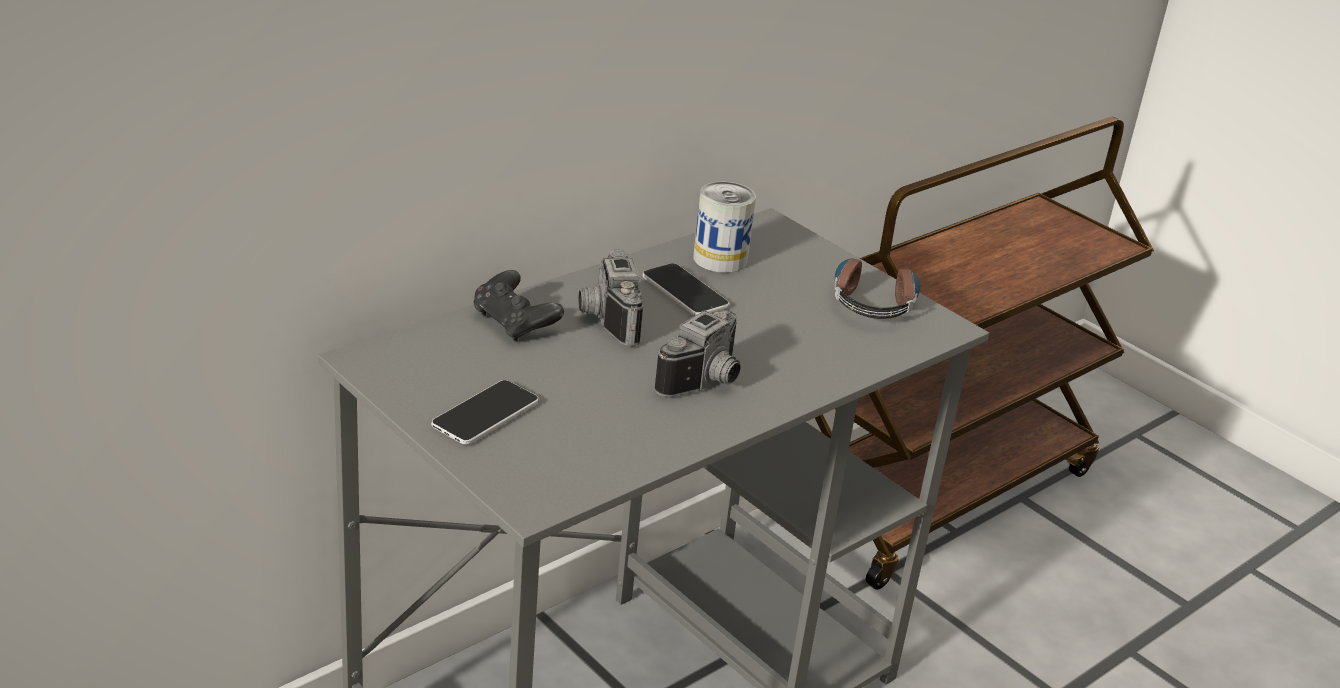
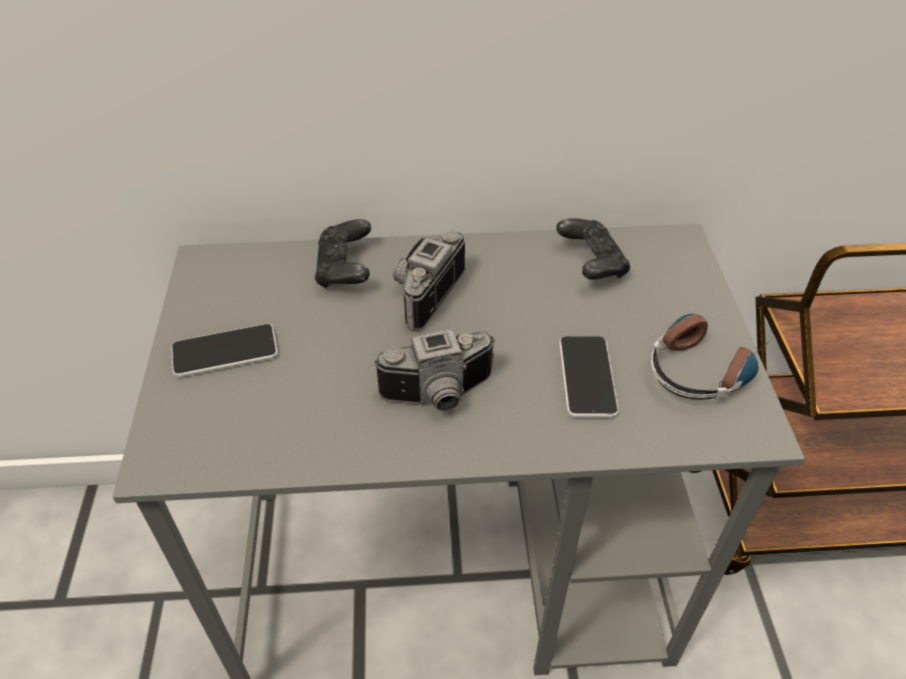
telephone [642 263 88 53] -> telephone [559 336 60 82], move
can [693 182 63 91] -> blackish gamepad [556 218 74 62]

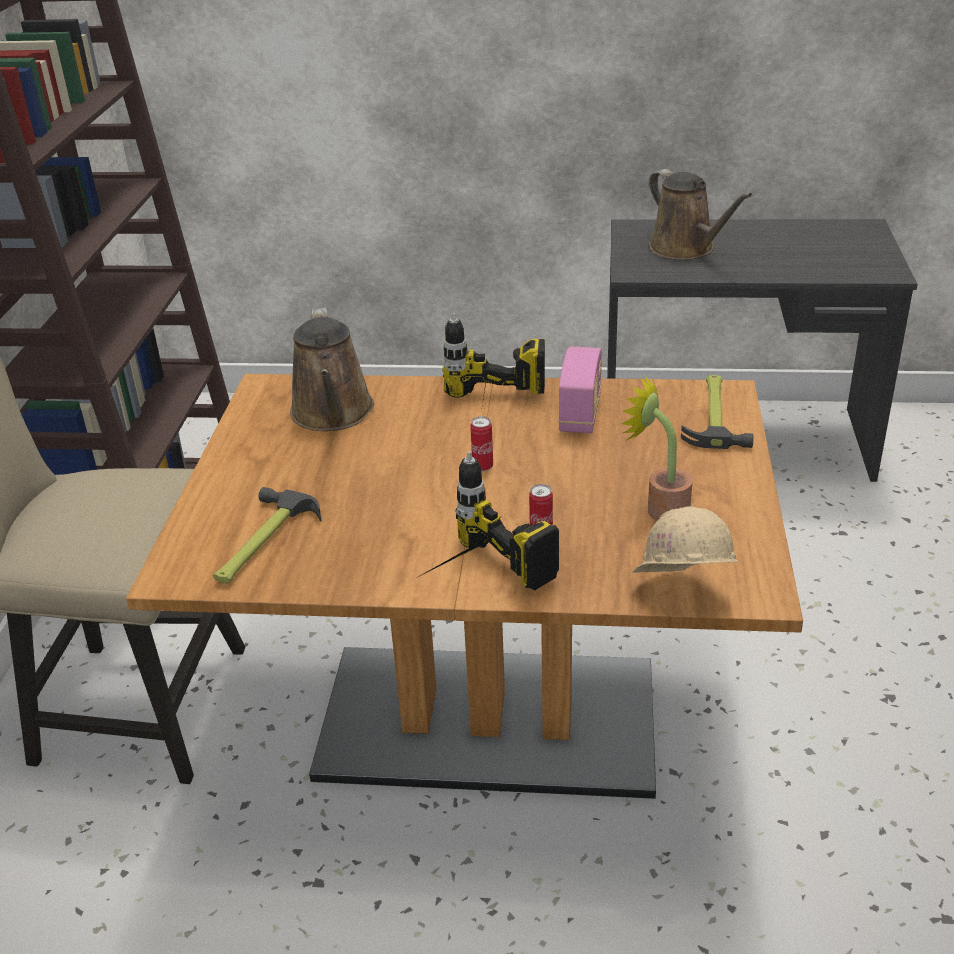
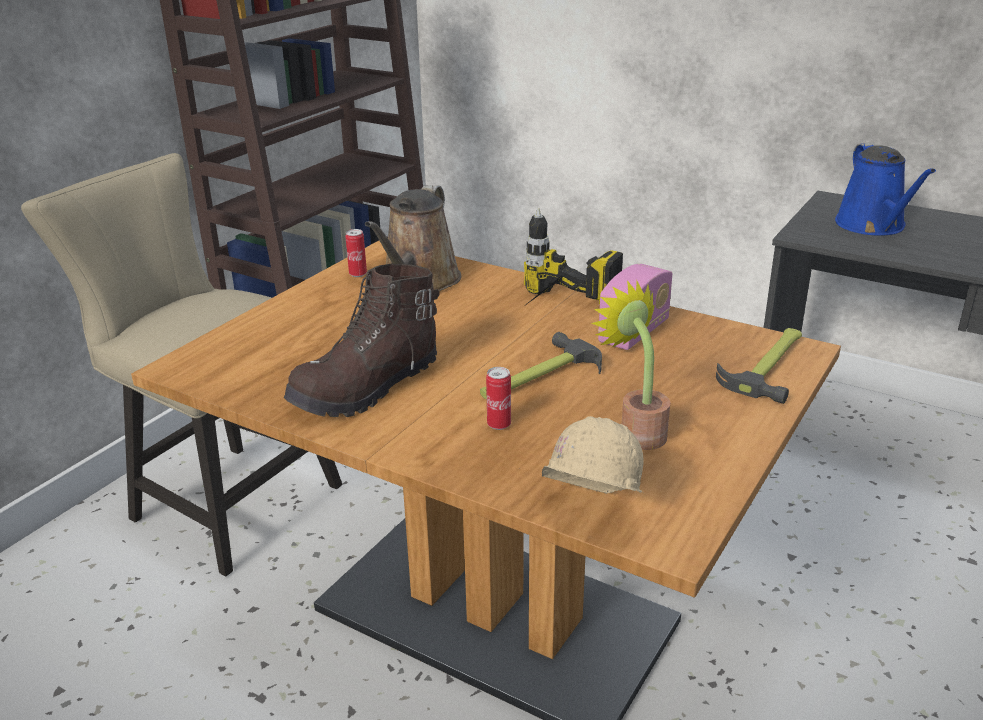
hand hammer [213 487 108 96] -> hand hammer [480 332 122 68], move
electric drill [418 451 141 139] -> none
can [470 416 23 55] -> can [345 229 22 48], move
brown-coloured watering pot [649 169 103 91] -> bluish watering pot [835 143 101 92]
none -> brown-coloured high-top boot [284 263 155 154]

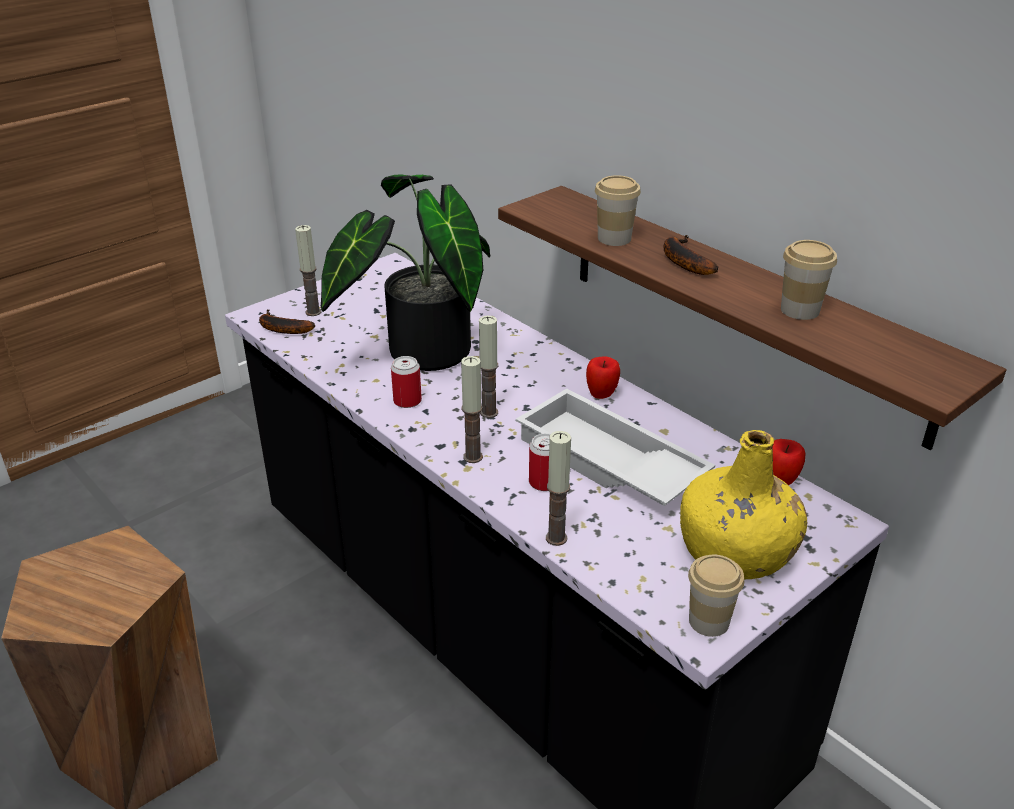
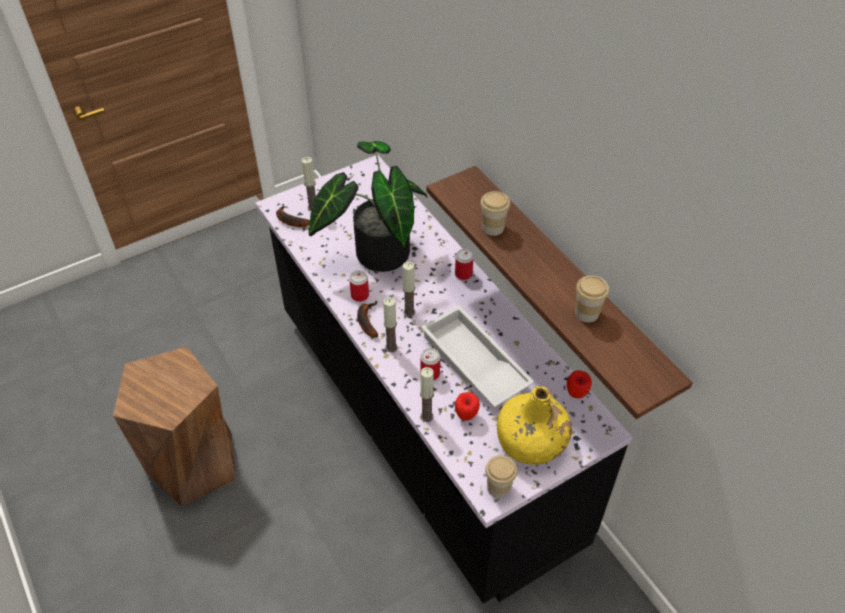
apple [586 356 34 43] -> apple [455 392 25 28], move
banana [664 235 54 40] -> banana [357 301 21 36], move
none -> can [455 249 19 31]

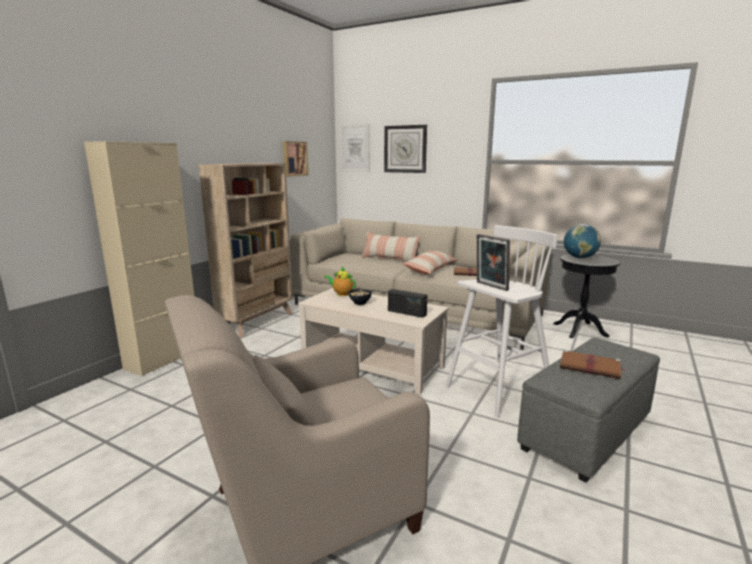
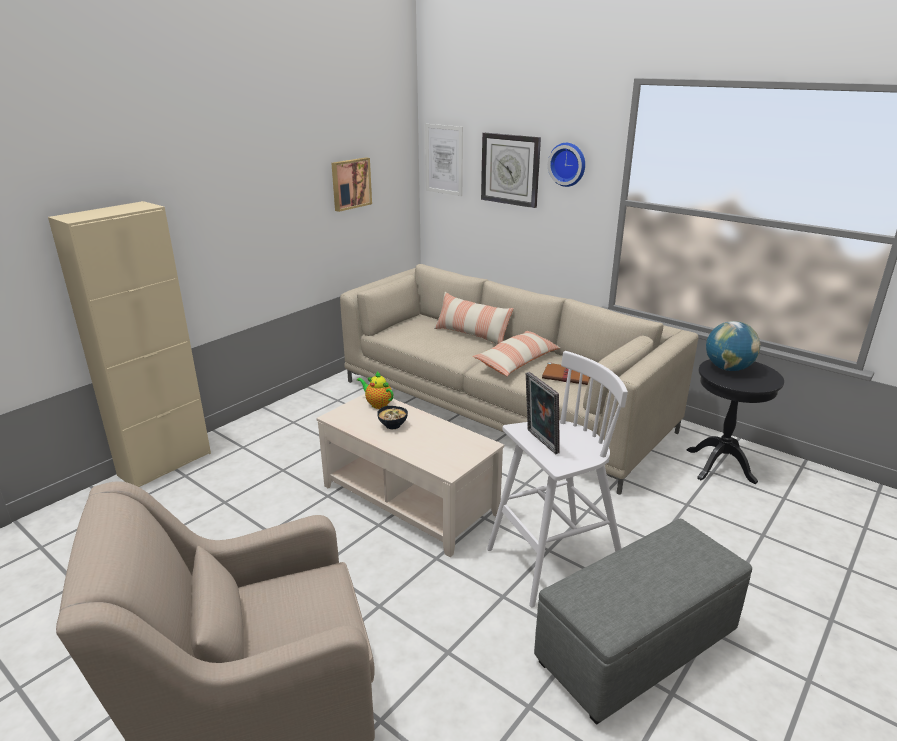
beige-coloured shelving unit [199 163 94 175] -> none
radio [388 289 39 29] -> none
brown-coloured book [560 350 64 29] -> none
none -> clock on the wall [548 143 37 44]

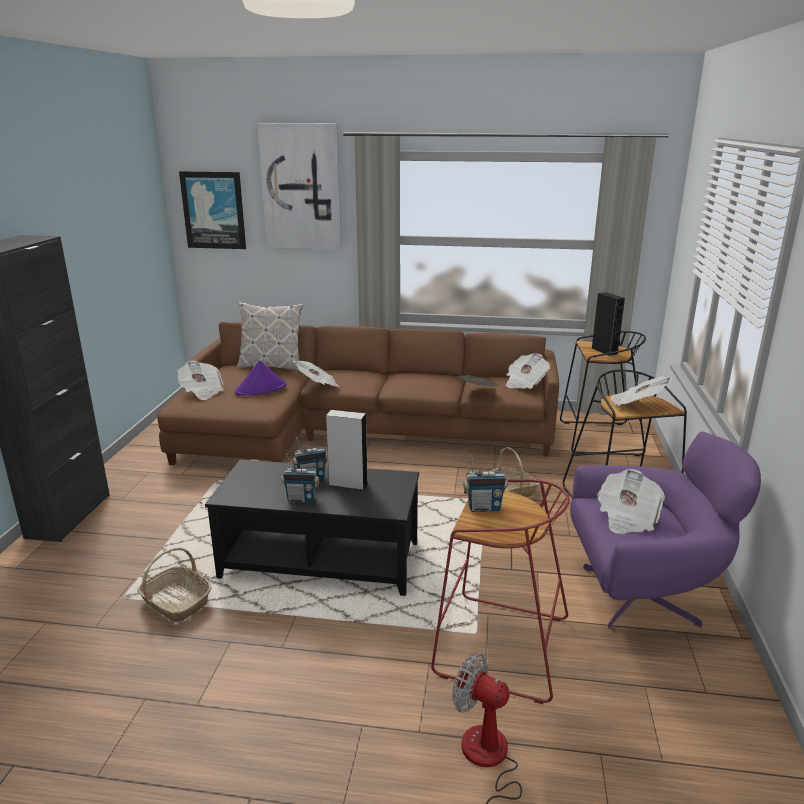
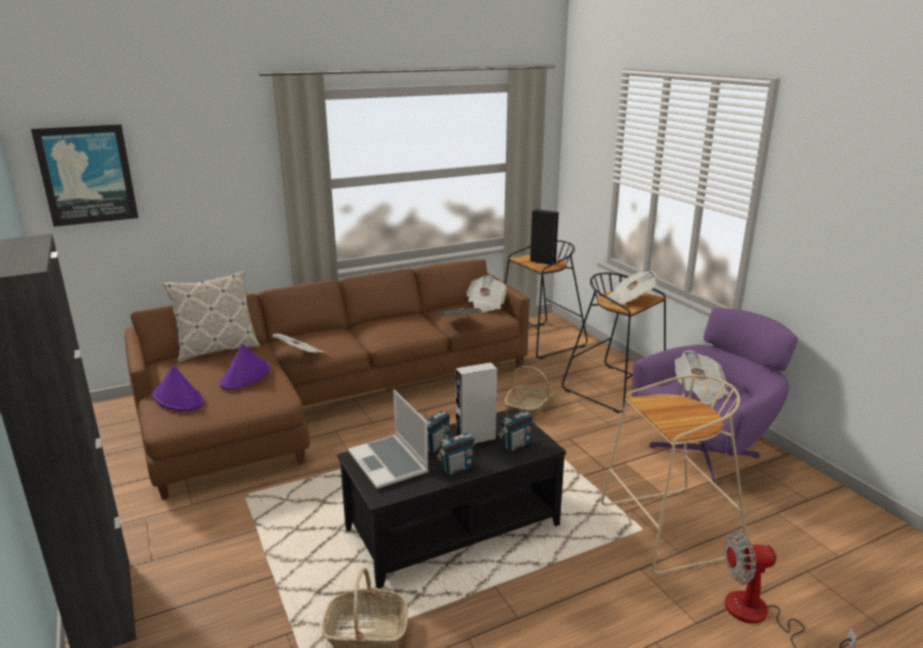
newspaper [178 361 46 39] -> purple-coloured wearable hat [152 365 52 46]
wall picture [257 123 85 127] -> none
red stool [431 479 138 225] -> beige-coloured stool [601 375 146 200]
radio [463 454 45 58] -> radio [498 404 35 48], move
none -> portable computer [348 390 81 99]

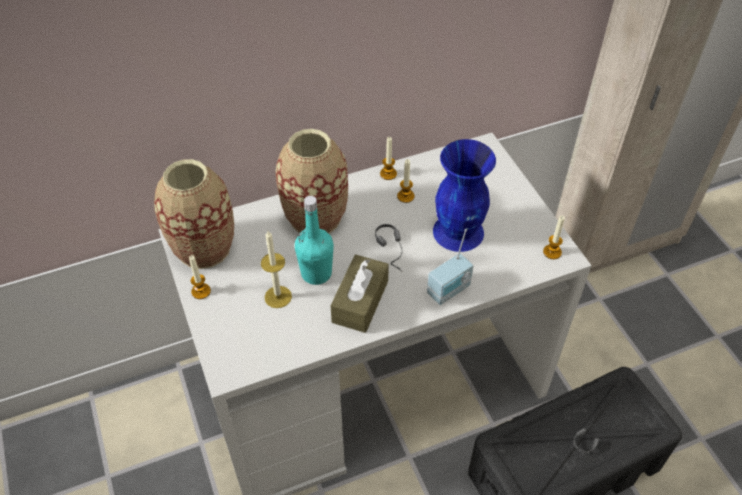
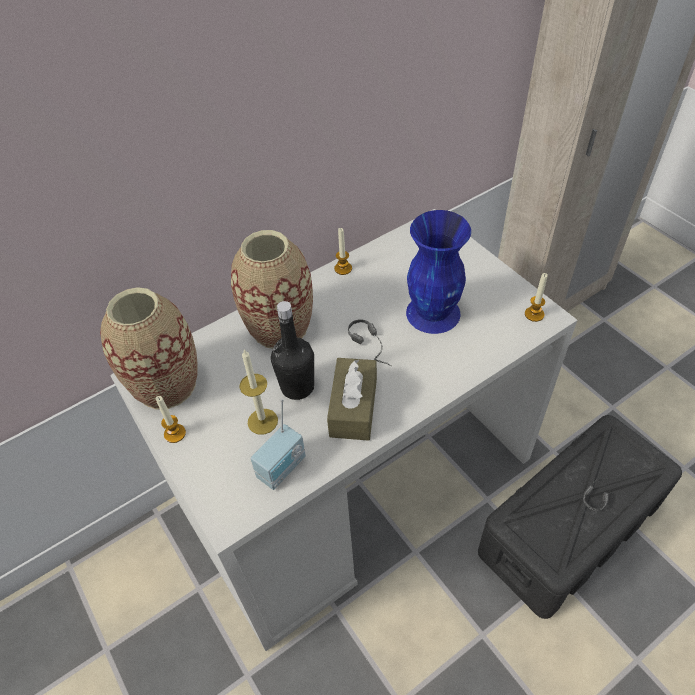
turquoise-coloured bottle [295 196 39 89] -> blackish bottle [271 301 43 99]
wax light [397 159 17 44] -> none
radio [427 229 46 76] -> radio [250 399 56 91], move

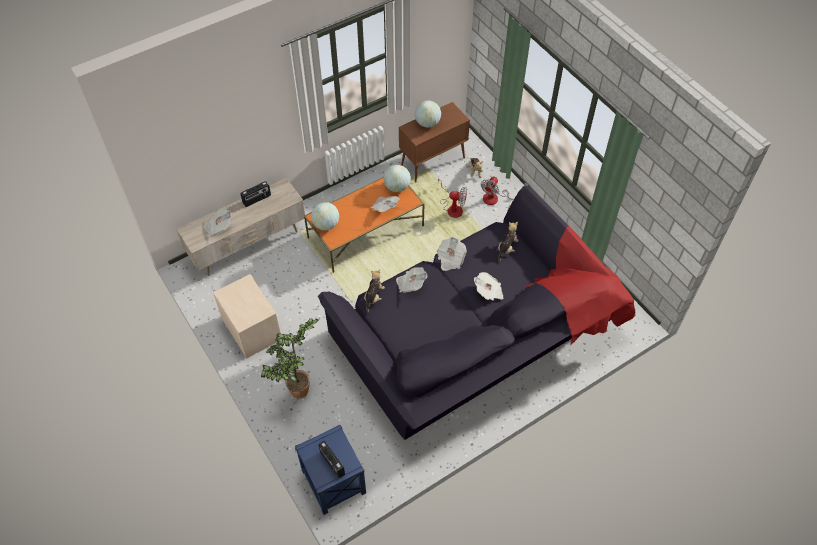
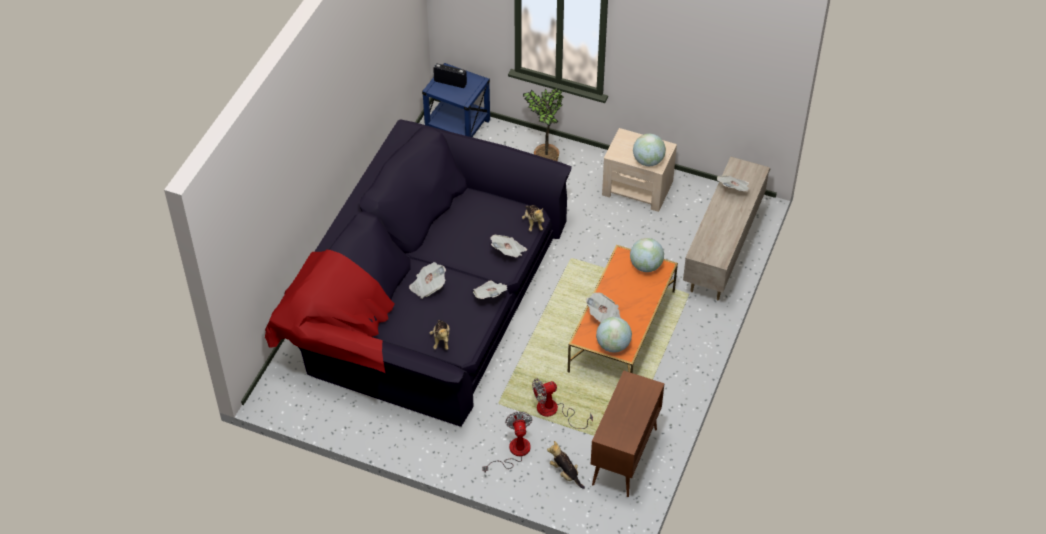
radio [240 181 31 26] -> none
desk globe [415 101 26 26] -> desk globe [633 134 33 32], move

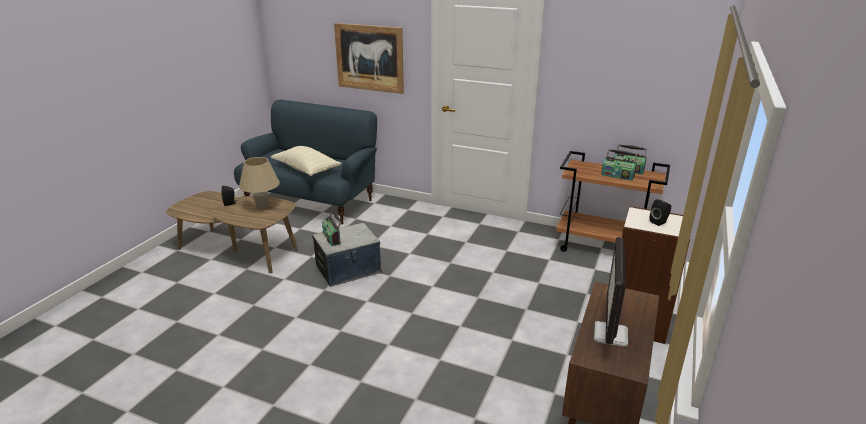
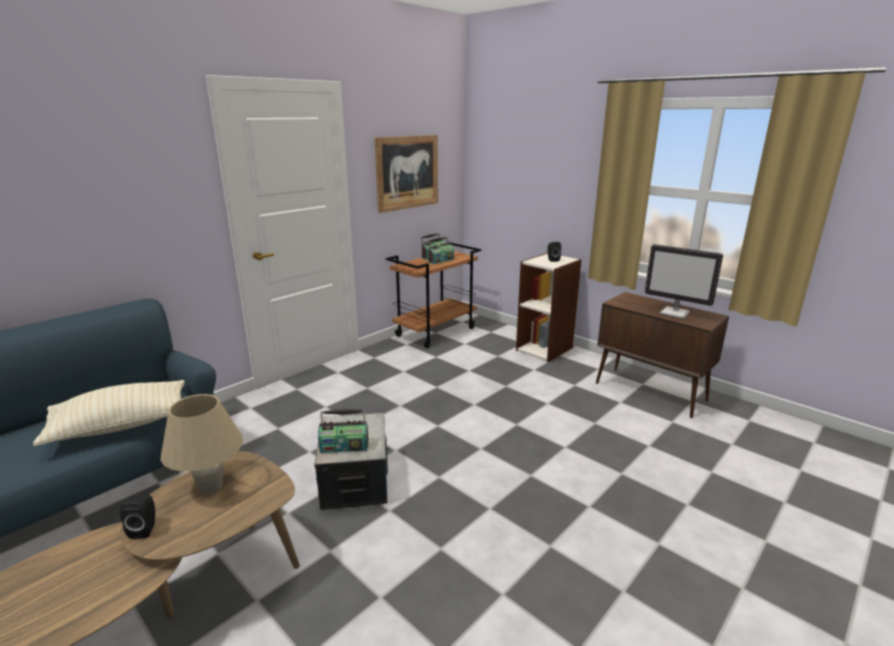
wall picture [334 23 70 71] -> wall picture [374 135 64 78], move

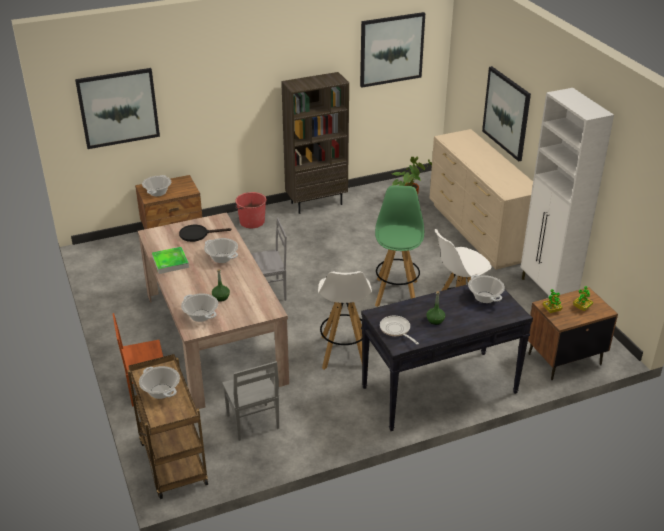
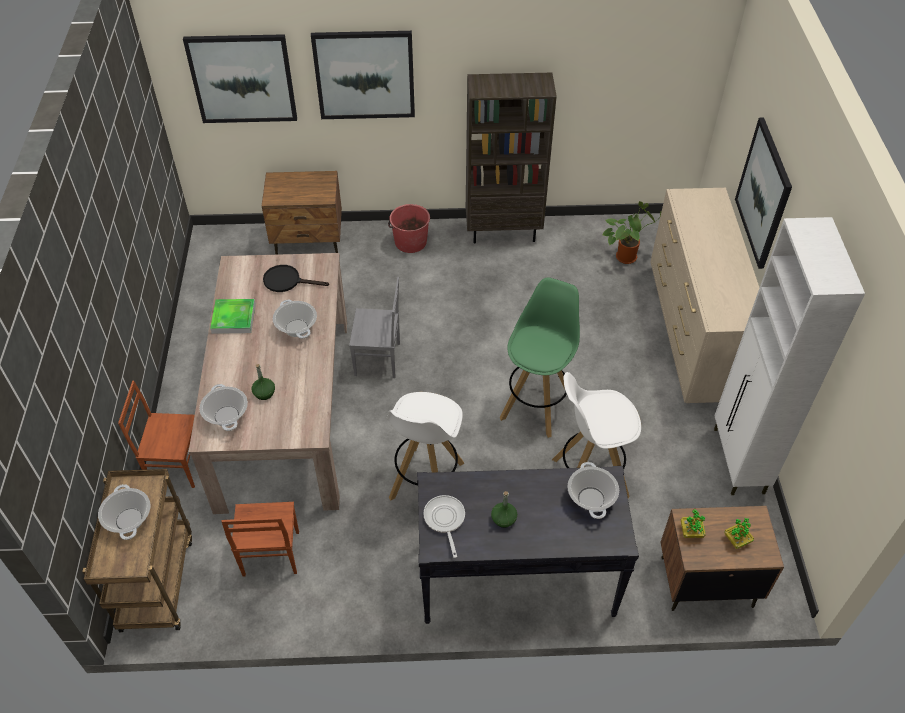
cooking pot [142 175 29 21] -> none
greyish upright chair [222 361 57 80] -> brown-coloured upright chair [221 502 78 75]
wall picture [360 12 65 76] -> wall picture [311 31 104 88], move

